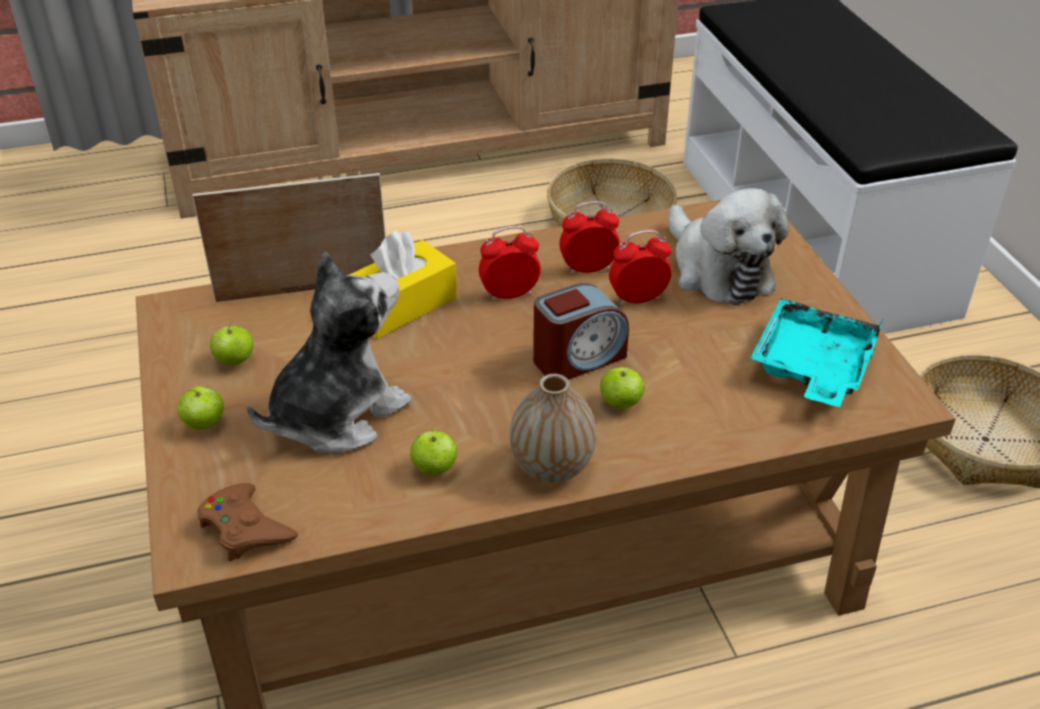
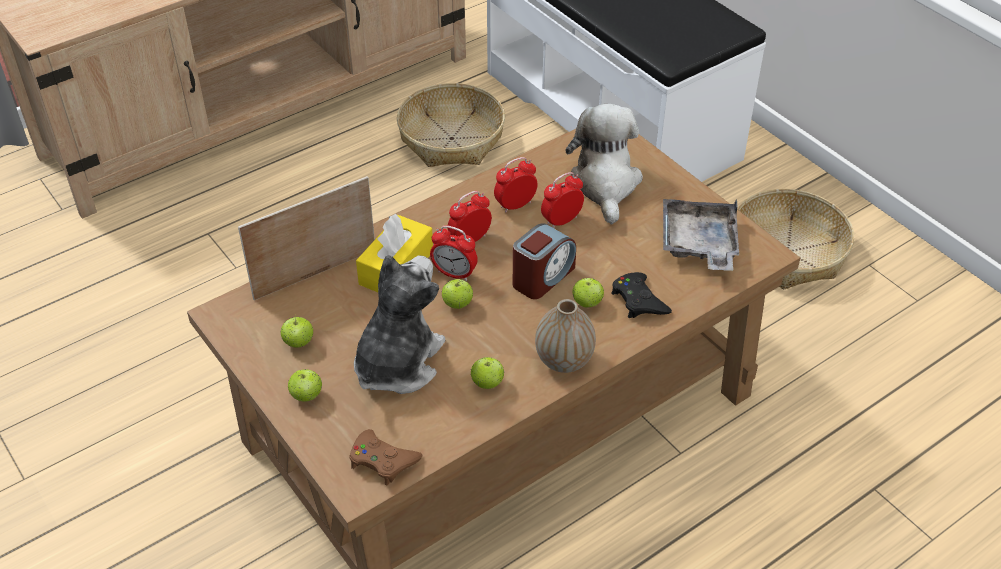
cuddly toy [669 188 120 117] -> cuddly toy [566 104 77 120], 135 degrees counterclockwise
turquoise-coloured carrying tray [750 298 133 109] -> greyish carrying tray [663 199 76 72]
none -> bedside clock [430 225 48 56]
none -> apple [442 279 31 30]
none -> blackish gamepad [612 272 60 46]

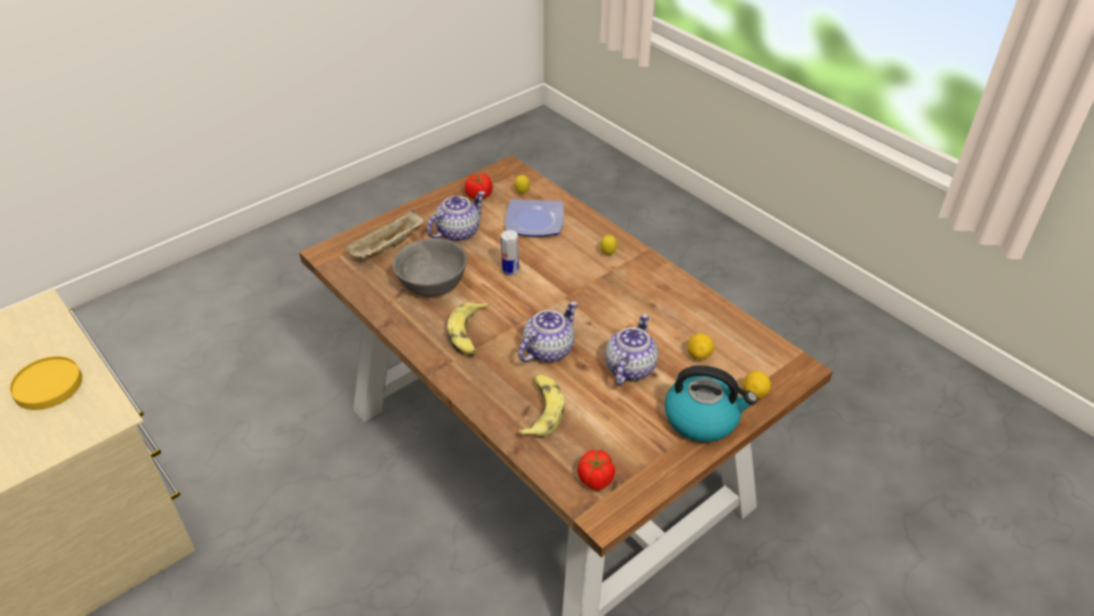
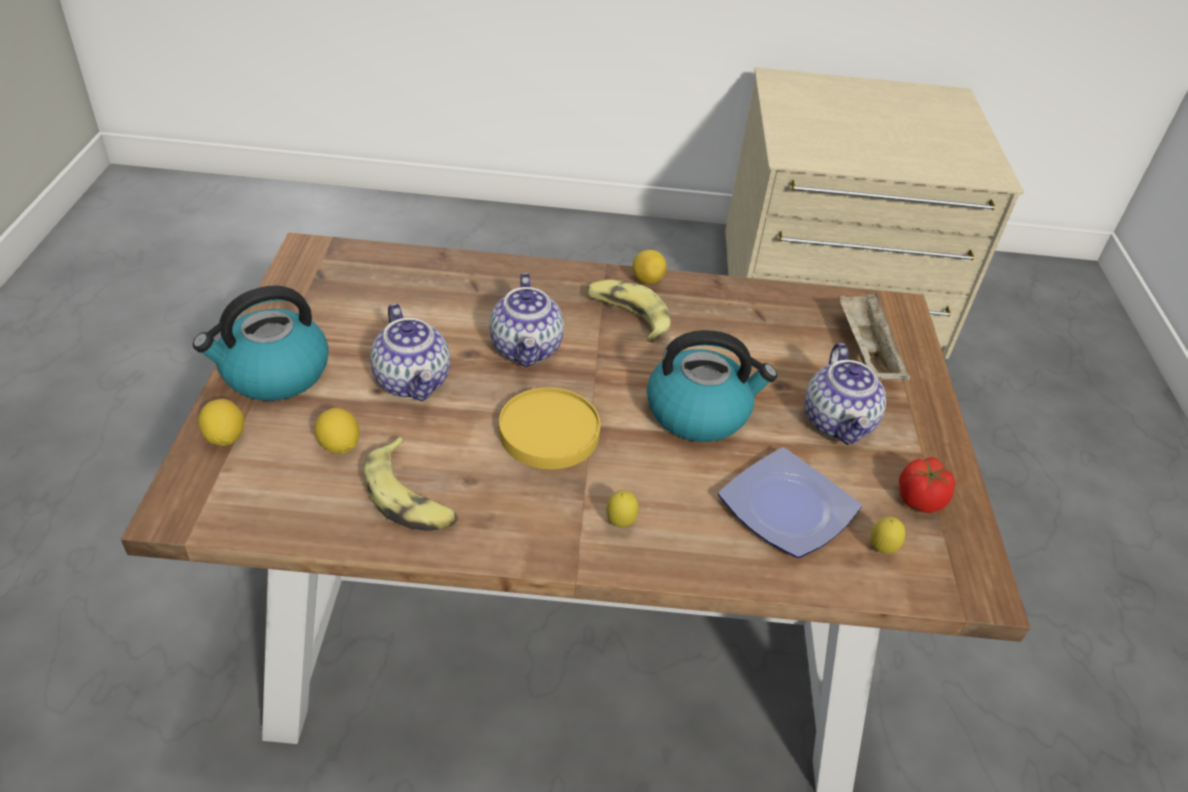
yellow dinner plate [10 356 72 54] -> yellow dinner plate [499 387 101 82], move
greyish deep dish [393 238 74 59] -> none
can [501 230 18 45] -> tea kettle [647 330 130 112]
banana [517 374 48 62] -> banana [363 437 95 94], move
tomato [578 450 37 40] -> none
none -> whole lemon [632 250 35 34]

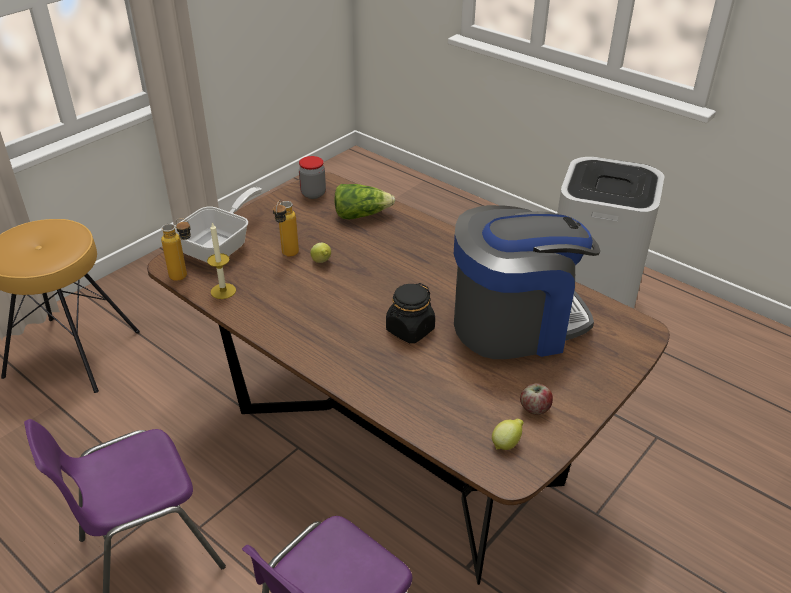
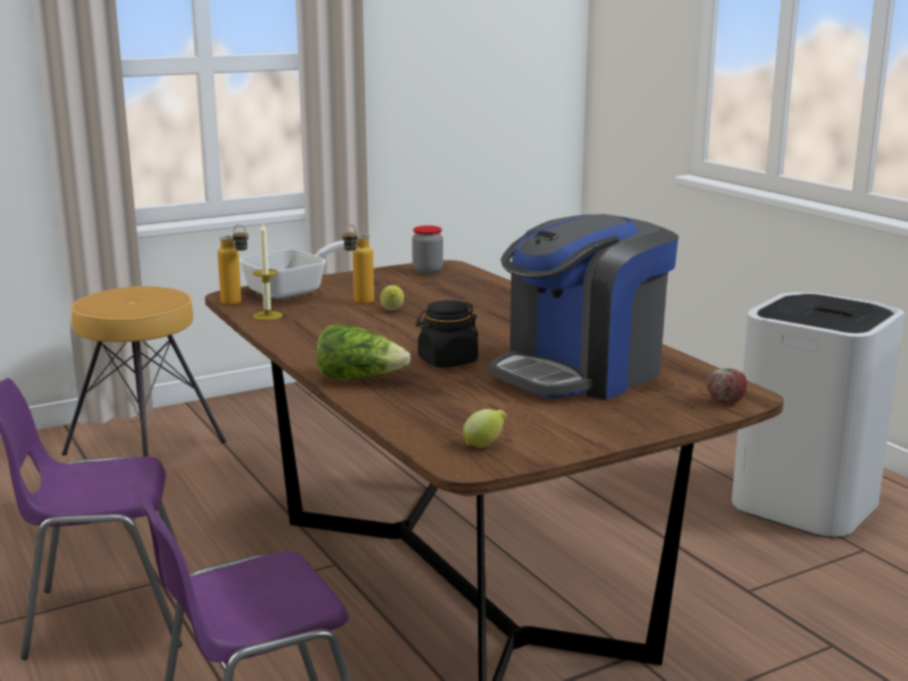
head of lettuce [334 184 61 35] -> head of lettuce [316 324 95 56], move
coffee brewer [454 205 146 154] -> coffee brewer [489 214 190 185], 135 degrees clockwise
apple [520 383 33 32] -> apple [706 368 41 36], move

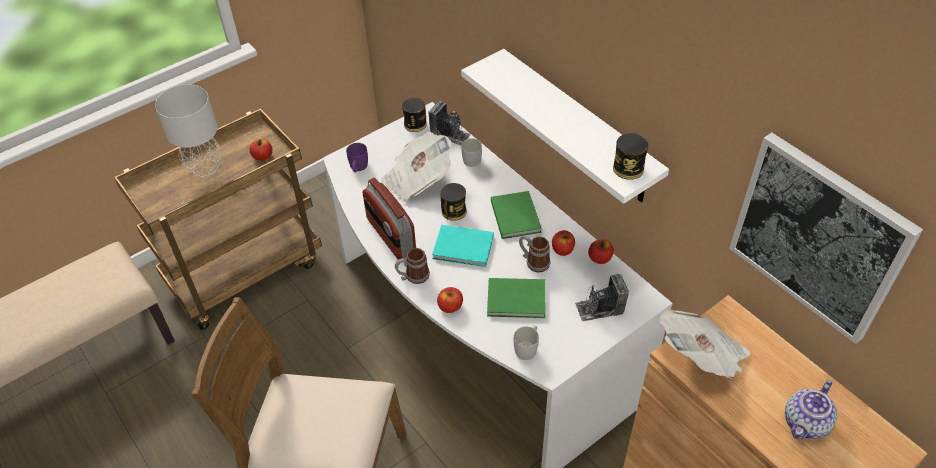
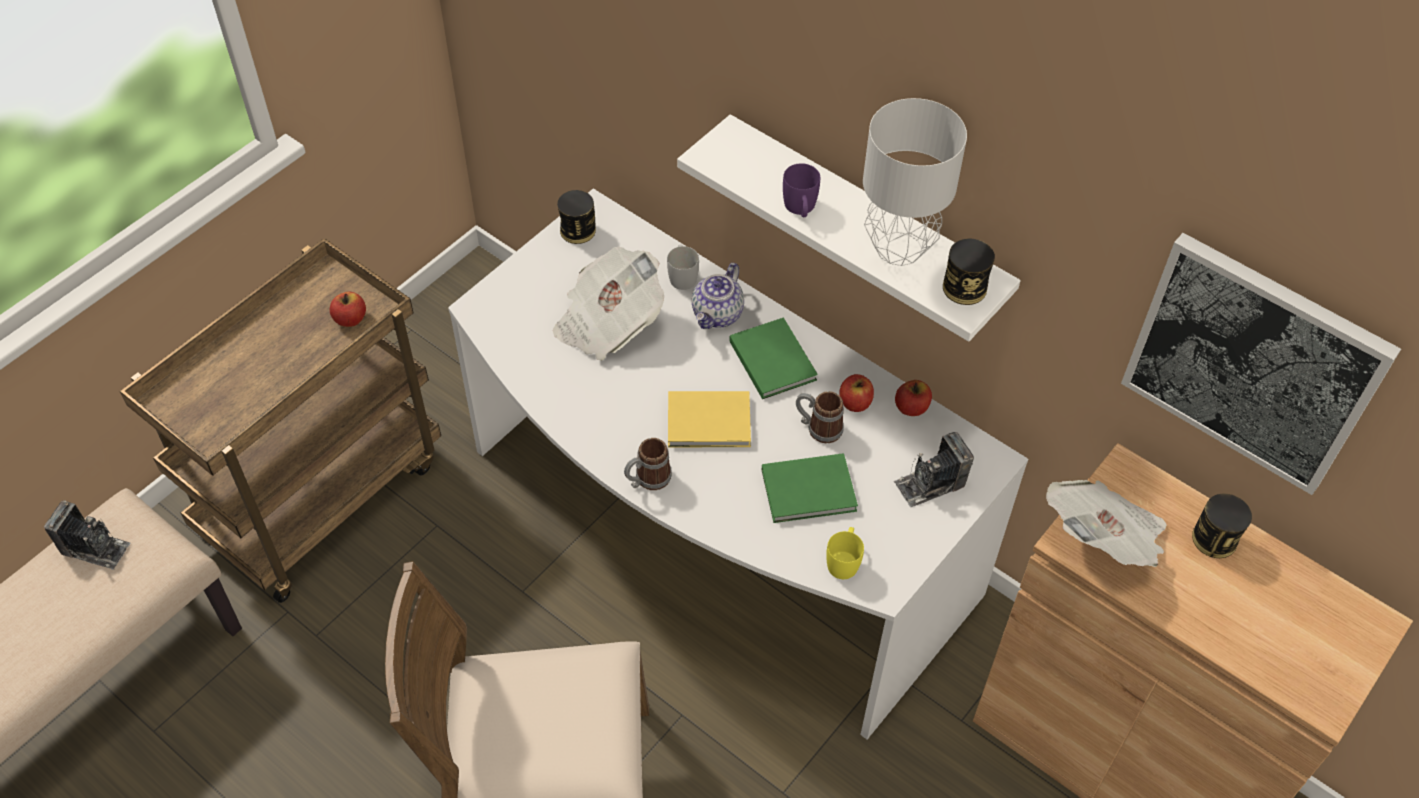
greyish tabletop lamp [155 84 67 93] -> greyish tabletop lamp [863 98 104 168], move
purple-coloured coffee mug [346 143 22 29] -> purple-coloured coffee mug [783 163 37 54], move
radio [362 178 54 82] -> none
still camera [428 101 43 45] -> still camera [44 500 86 70], move
turquoise-coloured book [432 225 62 42] -> yellow book [668 391 83 56]
apple [437 287 26 26] -> none
can [440 183 27 38] -> can [1192 493 60 65], move
white-coloured coffee mug [514 325 25 35] -> yellow coffee mug [826 527 38 52]
pot for tea [785 380 52 59] -> pot for tea [692 263 52 66], move

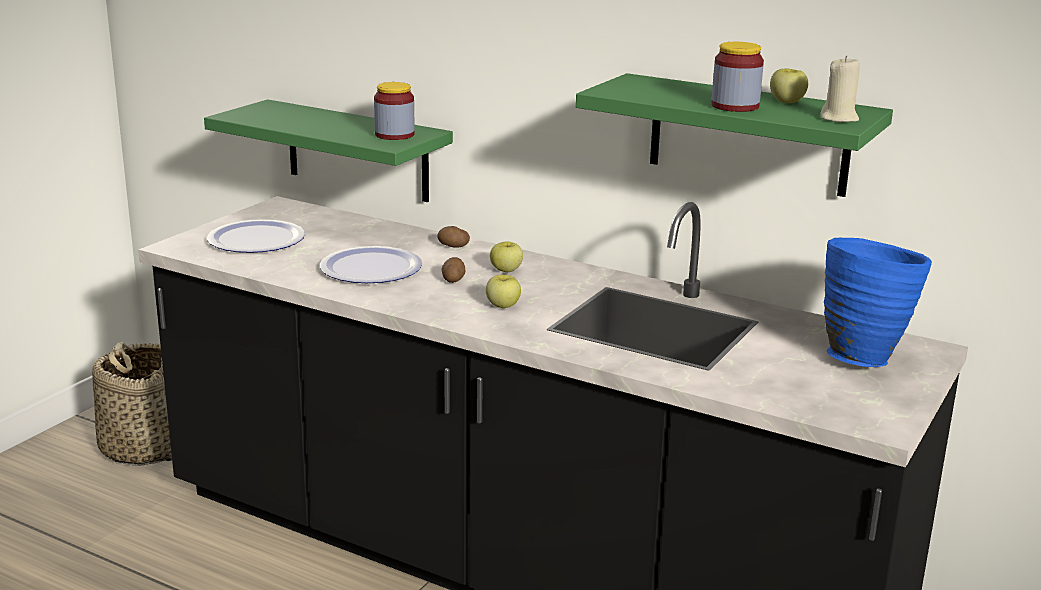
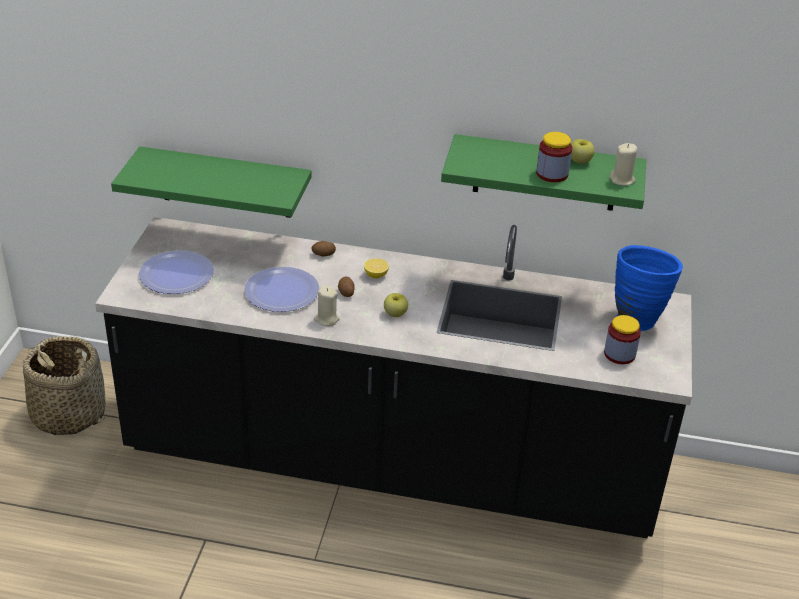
jar [374 82 41 58] -> jar [604 315 37 49], move
apple [490 241 33 31] -> whole lemon [364 258 25 20]
none -> beige-coloured wax light [314 285 26 41]

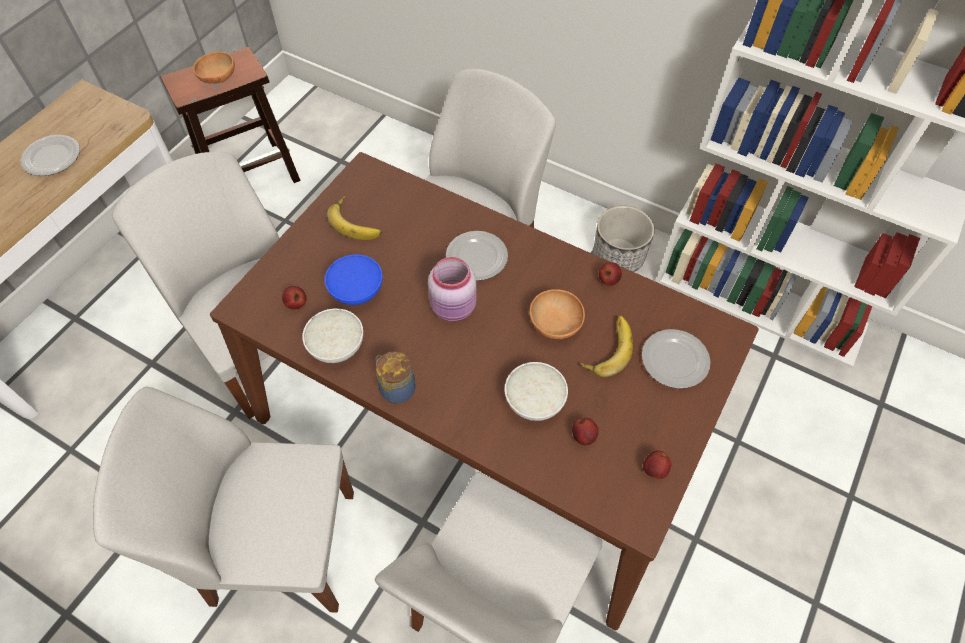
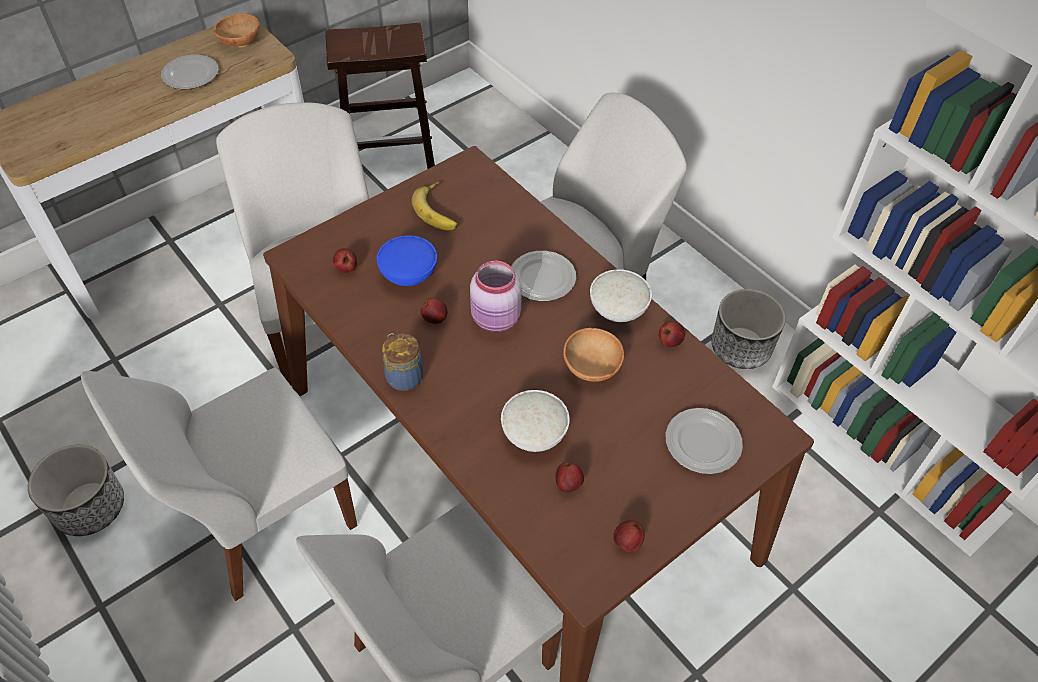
white-coloured upright chair [93 386 261 227] -> white-coloured upright chair [81 368 277 233], 60 degrees counterclockwise
brown-coloured deep dish [193 52 42 32] -> brown-coloured deep dish [214 13 46 35], move
white-coloured deep dish [302 308 61 55] -> white-coloured deep dish [590 269 62 53], move
banana [580 316 53 61] -> none
none -> plant pot [28 444 96 92]
none -> apple [421 298 27 26]

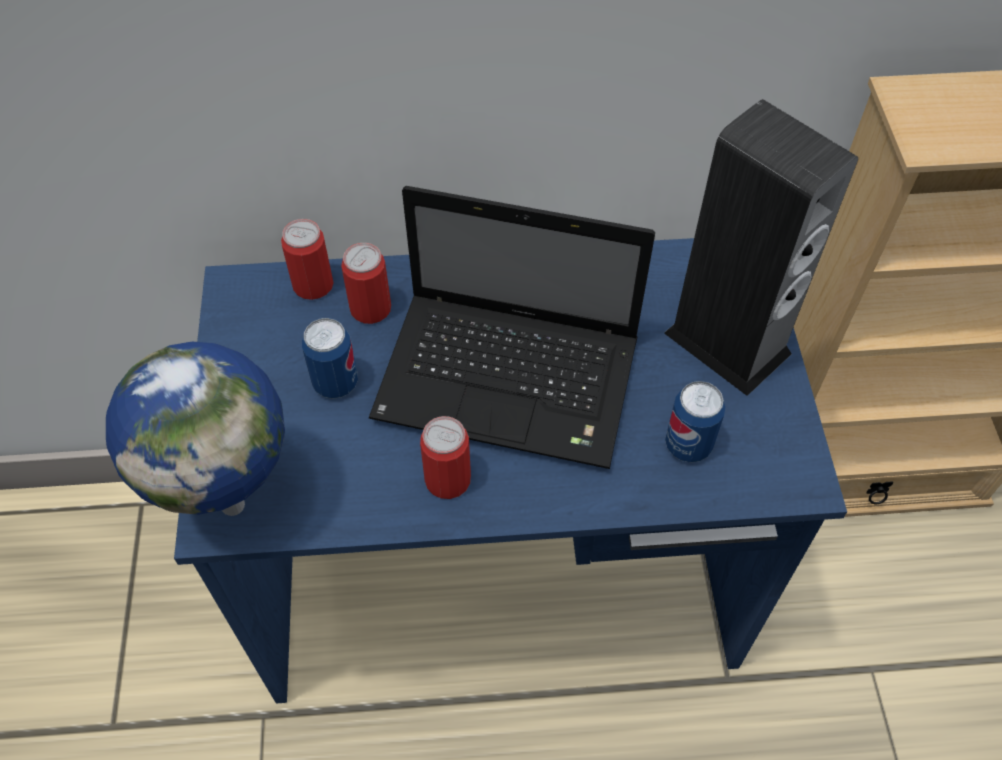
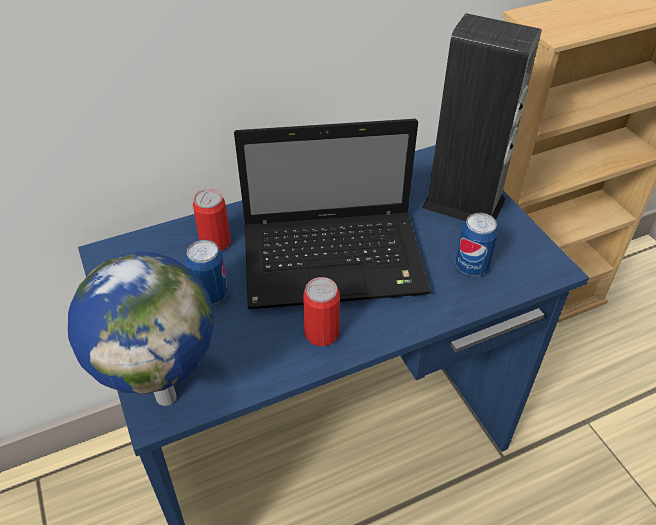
can [281 219 53 81] -> none

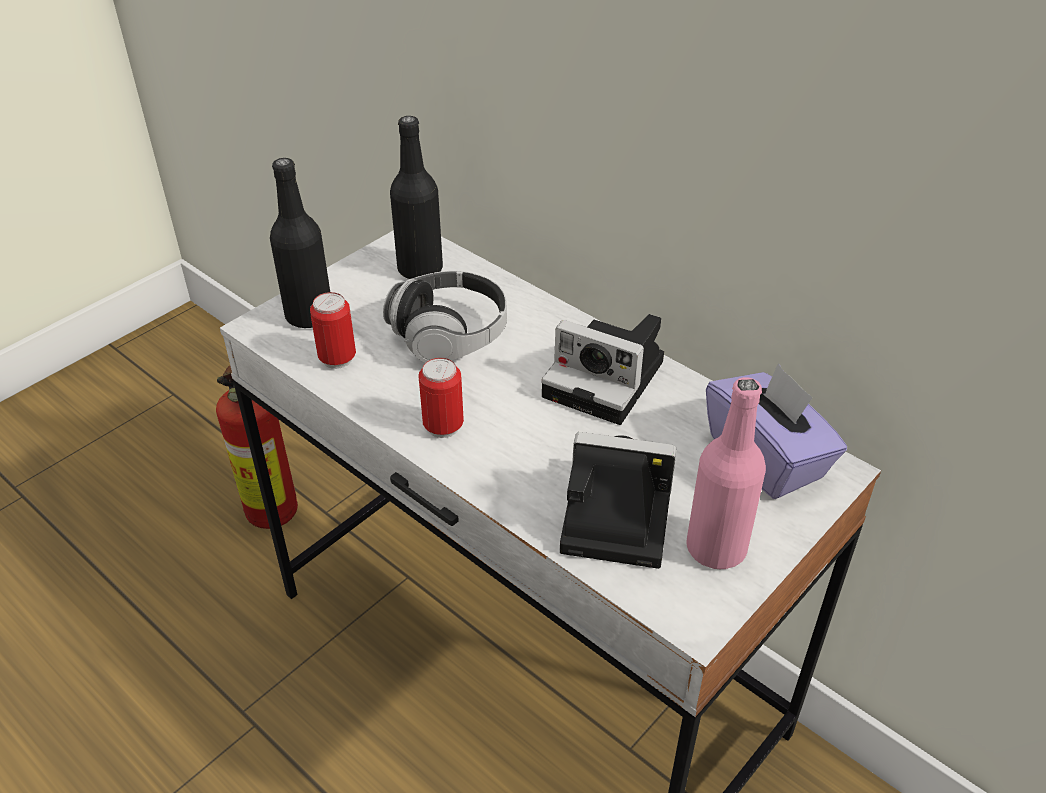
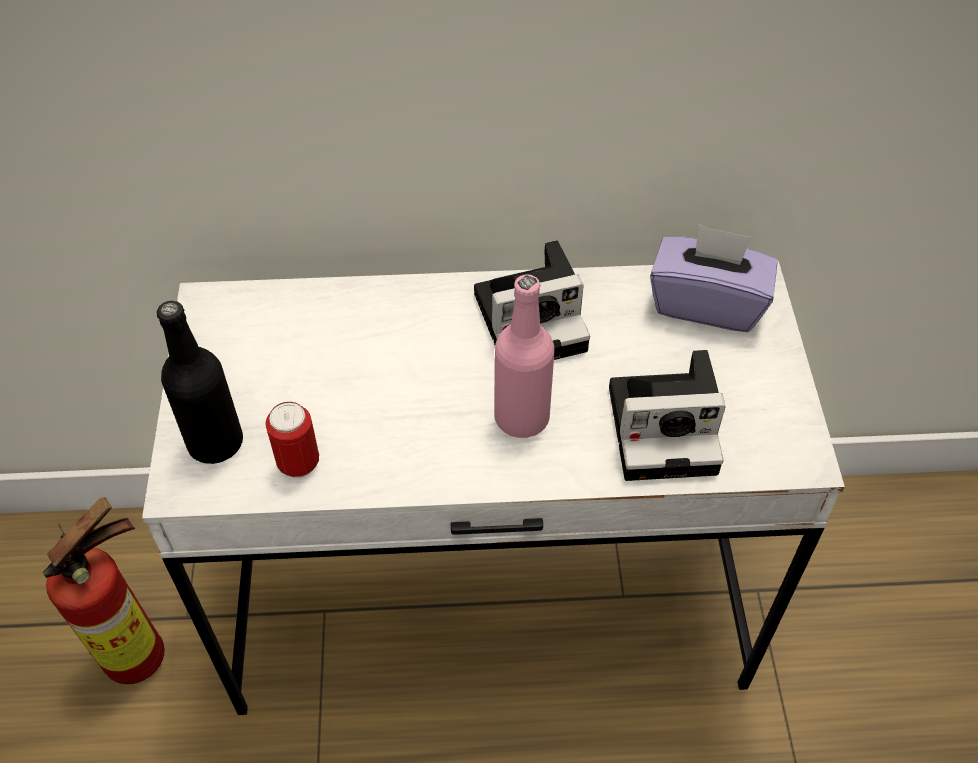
headset [383 271 124 92] -> none
blackish bottle [390 116 53 163] -> none
can [418 358 46 80] -> none
still camera [560 432 117 137] -> still camera [609 350 117 131], 150 degrees counterclockwise
pink-coloured bottle [686 377 80 192] -> pink-coloured bottle [494 274 61 164], move

